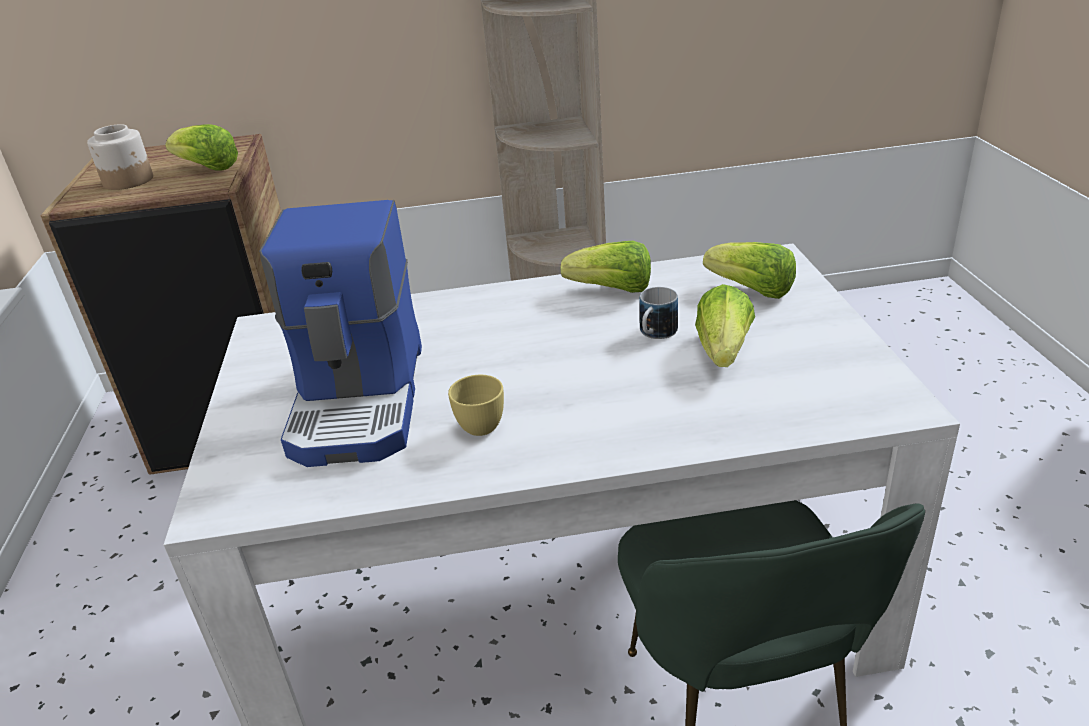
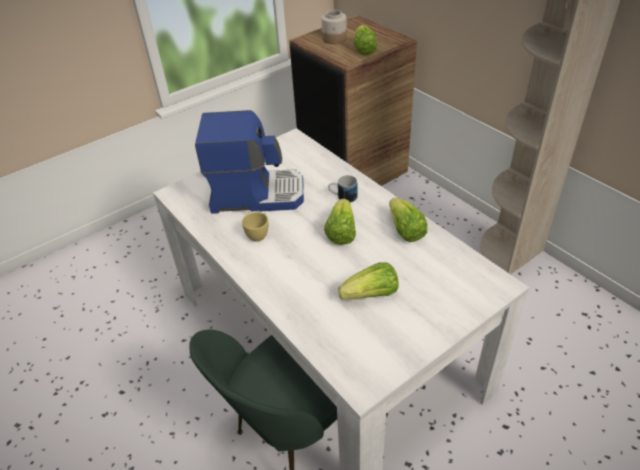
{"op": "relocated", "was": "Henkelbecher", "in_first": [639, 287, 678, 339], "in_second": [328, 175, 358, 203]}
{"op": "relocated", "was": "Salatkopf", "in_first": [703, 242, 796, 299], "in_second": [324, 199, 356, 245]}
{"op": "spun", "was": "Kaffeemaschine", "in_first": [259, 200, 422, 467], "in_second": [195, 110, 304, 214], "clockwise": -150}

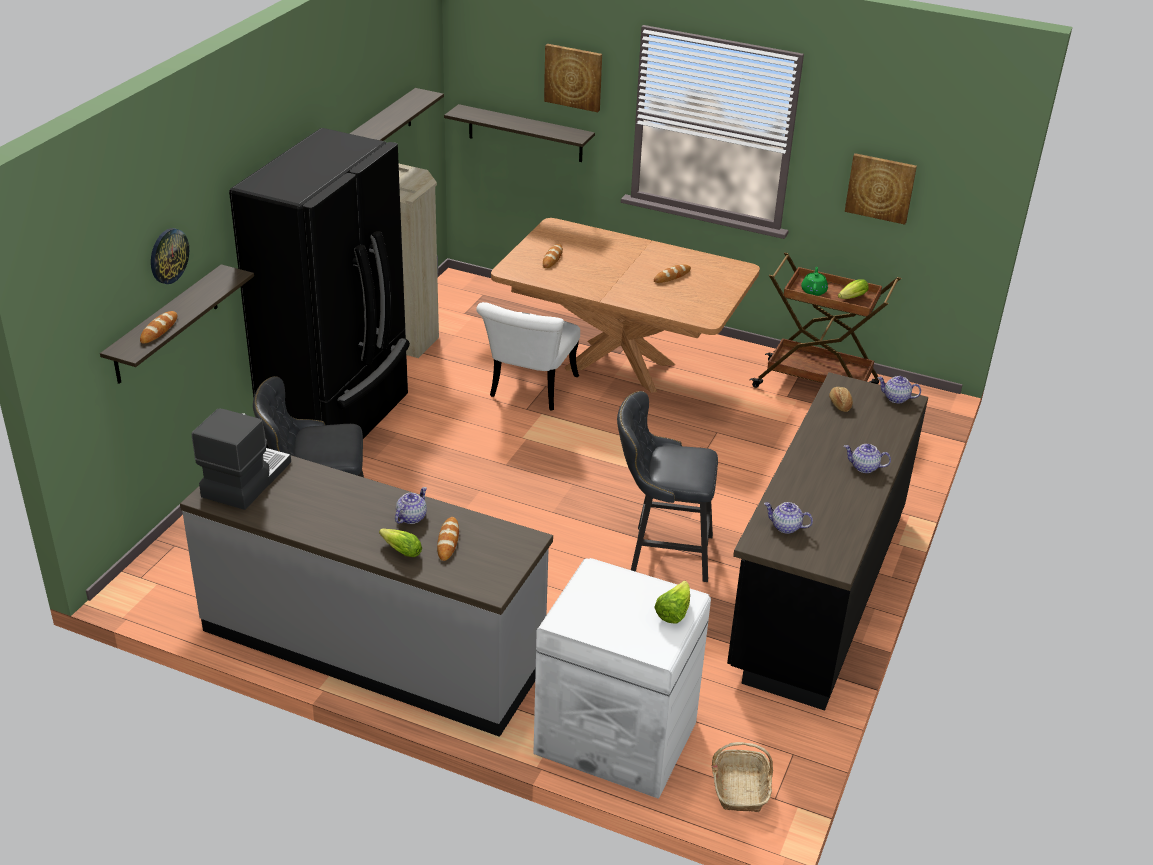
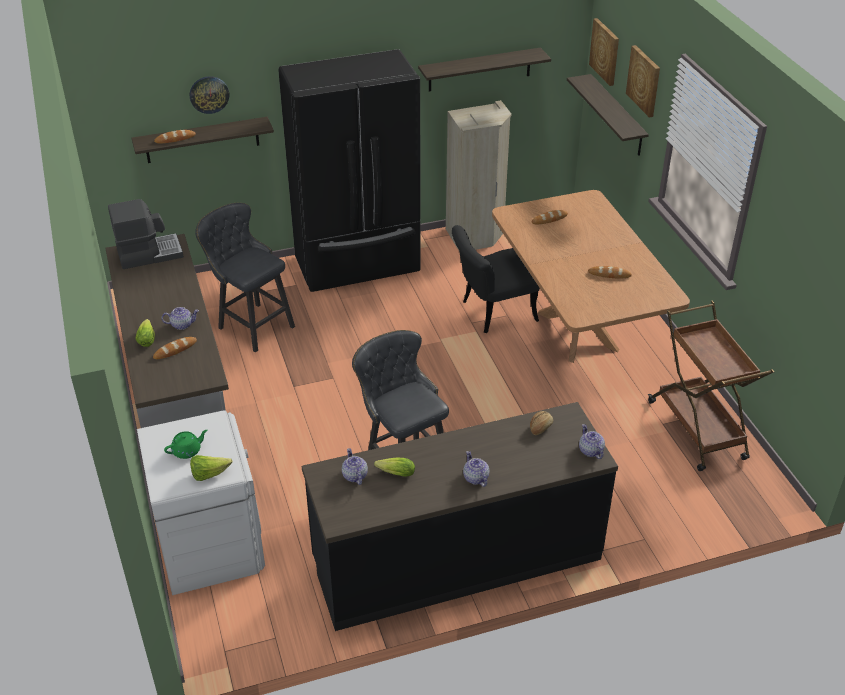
{"op": "missing", "was": "Korb", "in_first": [712, 742, 773, 812]}
{"op": "relocated", "was": "Teekanne (grün)", "in_first": [801, 267, 828, 296], "in_second": [164, 430, 207, 459]}
{"op": "relocated", "was": "Salatkopf", "in_first": [838, 279, 869, 299], "in_second": [374, 458, 415, 477]}
{"op": "relocated", "was": "Bild", "in_first": [845, 153, 917, 225], "in_second": [589, 18, 619, 86]}
{"op": "colour", "was": "Stuhl (weiß)", "now": "Stuhl (schwarz)", "in_first": [476, 302, 580, 411], "in_second": [452, 225, 540, 333]}

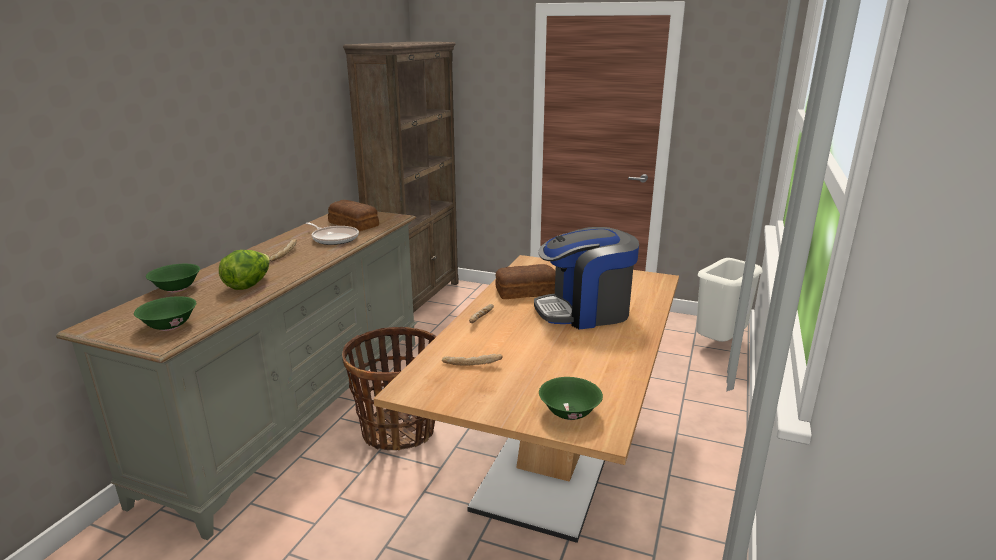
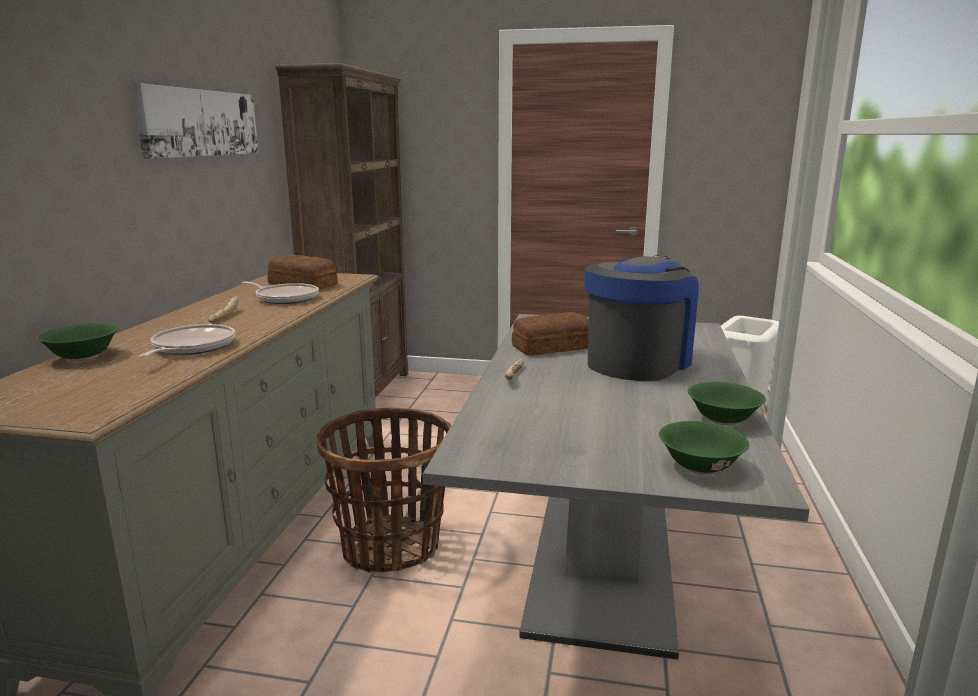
{"op": "missing", "was": "Brot", "in_first": [442, 354, 502, 366]}
{"op": "appeared", "now": "Bild", "in_second": [132, 83, 258, 159]}
{"op": "relocated", "was": "Schüssel (grün)", "in_first": [134, 296, 196, 331], "in_second": [688, 382, 766, 425]}
{"op": "exchanged", "was": "Salatkopf", "now": "Pfanne", "in_first": [219, 250, 270, 290], "in_second": [139, 324, 235, 357]}
{"op": "colour", "was": "Esstisch (braun)", "now": "Esstisch (grau)", "in_first": [374, 255, 679, 543], "in_second": [423, 314, 810, 660]}
{"op": "spun", "was": "Kaffeemaschine", "in_first": [534, 227, 639, 329], "in_second": [584, 256, 699, 381], "clockwise": 150}

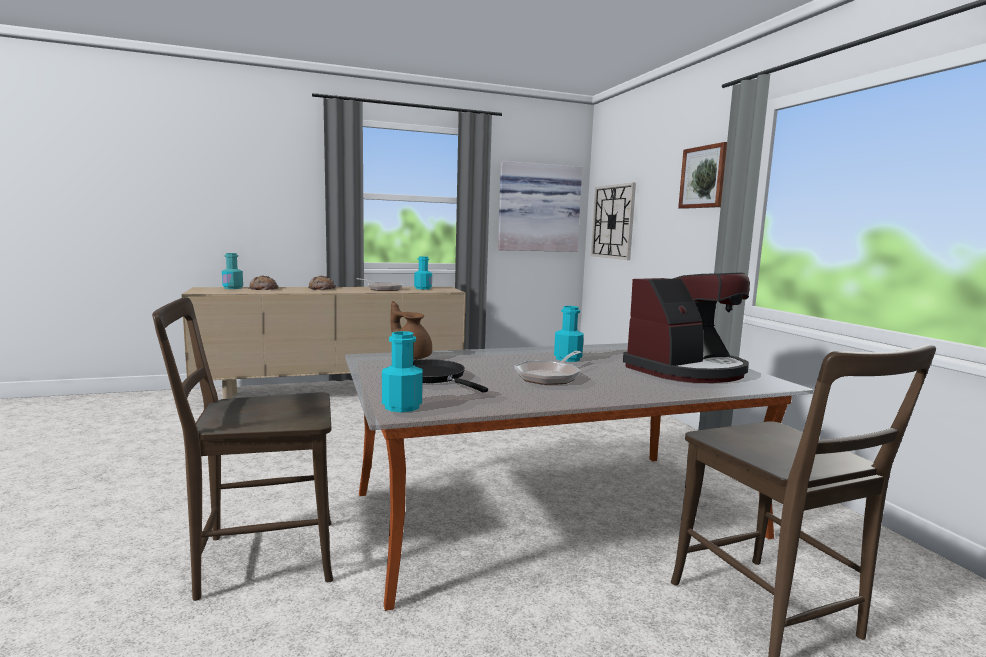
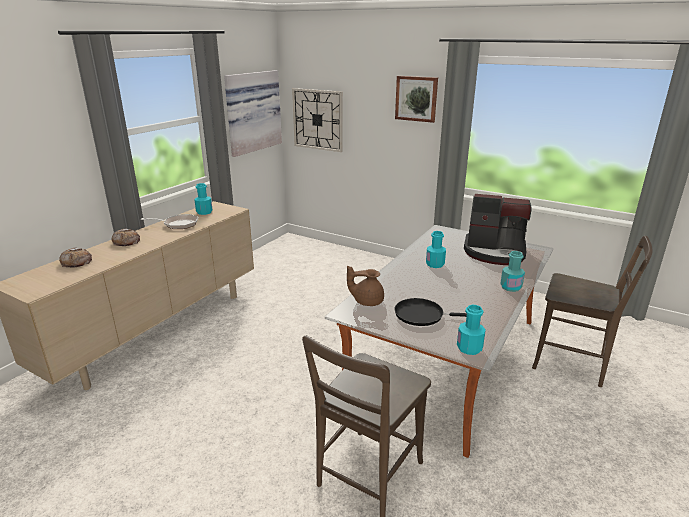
{"op": "missing", "was": "Pfanne", "in_first": [515, 351, 582, 385]}
{"op": "relocated", "was": "Flasche (türkis)", "in_first": [222, 253, 243, 289], "in_second": [500, 251, 525, 292]}
{"op": "spun", "was": "Kaffeemaschine", "in_first": [623, 273, 750, 383], "in_second": [464, 194, 532, 265], "clockwise": 90}

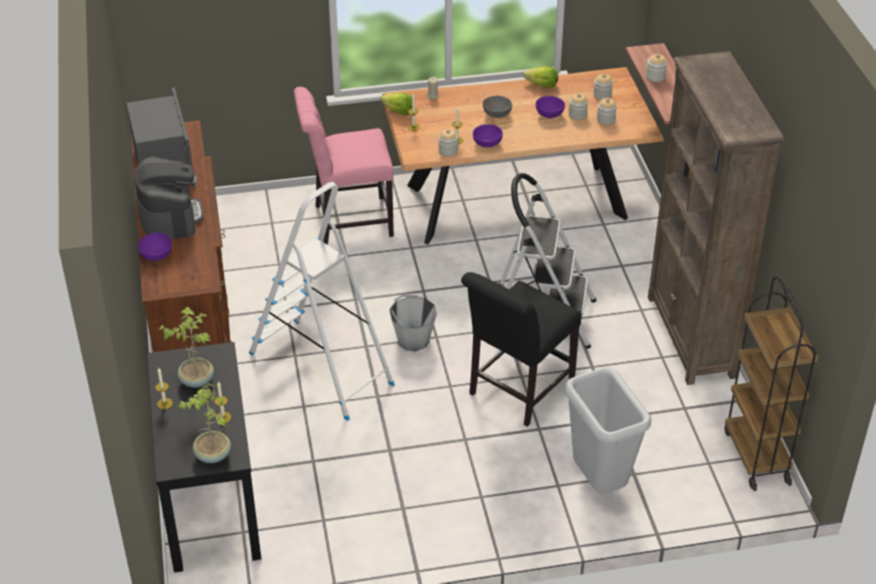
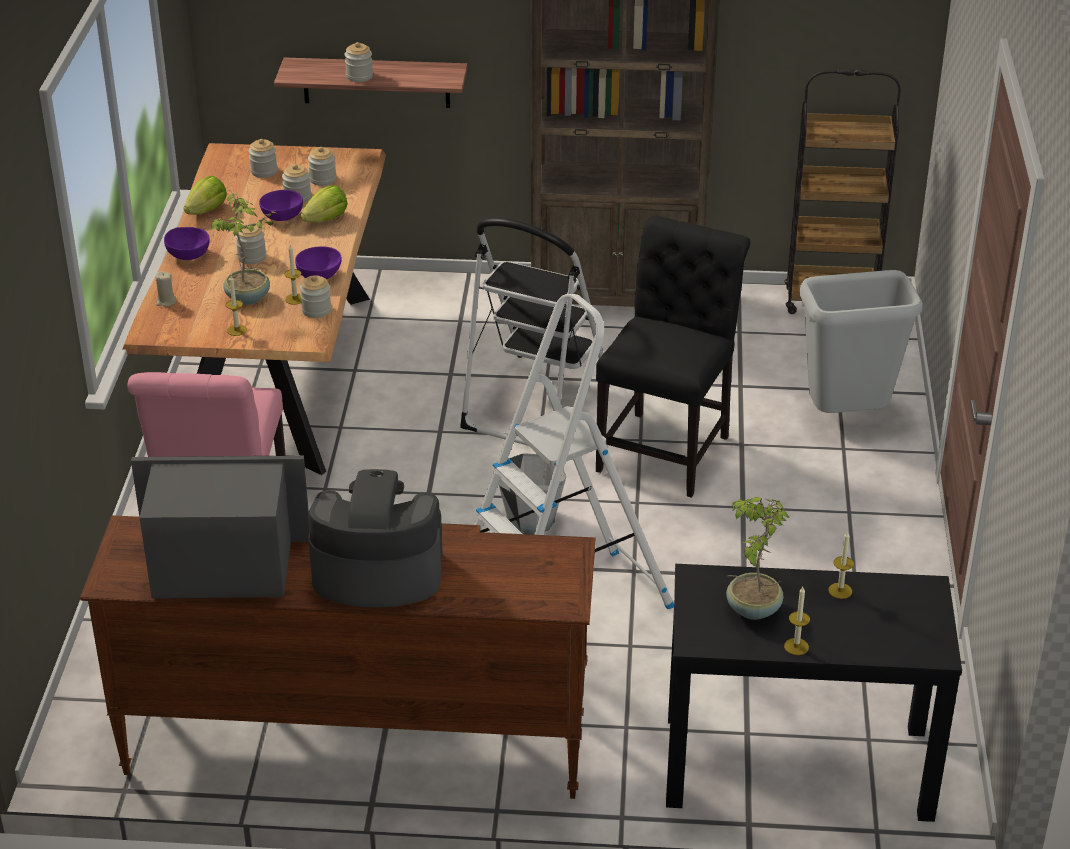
{"op": "relocated", "was": "Schüssel (lila)", "in_first": [138, 233, 172, 261], "in_second": [164, 227, 210, 260]}
{"op": "relocated", "was": "Topfpflanze", "in_first": [178, 383, 231, 463], "in_second": [209, 193, 279, 305]}
{"op": "relocated", "was": "Salatkopf", "in_first": [380, 92, 412, 115], "in_second": [301, 185, 348, 223]}
{"op": "exchanged", "was": "Schüssel (grau)", "now": "Vorratsglas", "in_first": [483, 96, 512, 118], "in_second": [235, 223, 266, 264]}
{"op": "spun", "was": "Stuhl (schwarz)", "in_first": [461, 272, 582, 427], "in_second": [596, 216, 750, 498], "clockwise": -120}

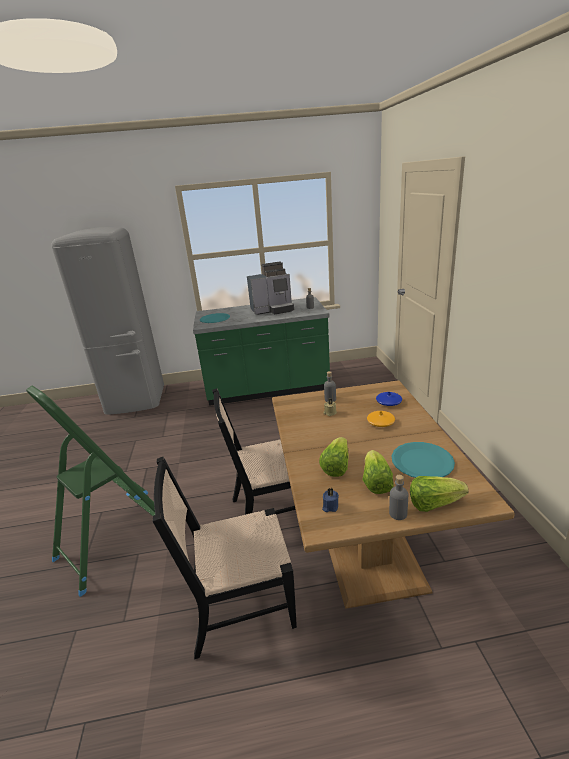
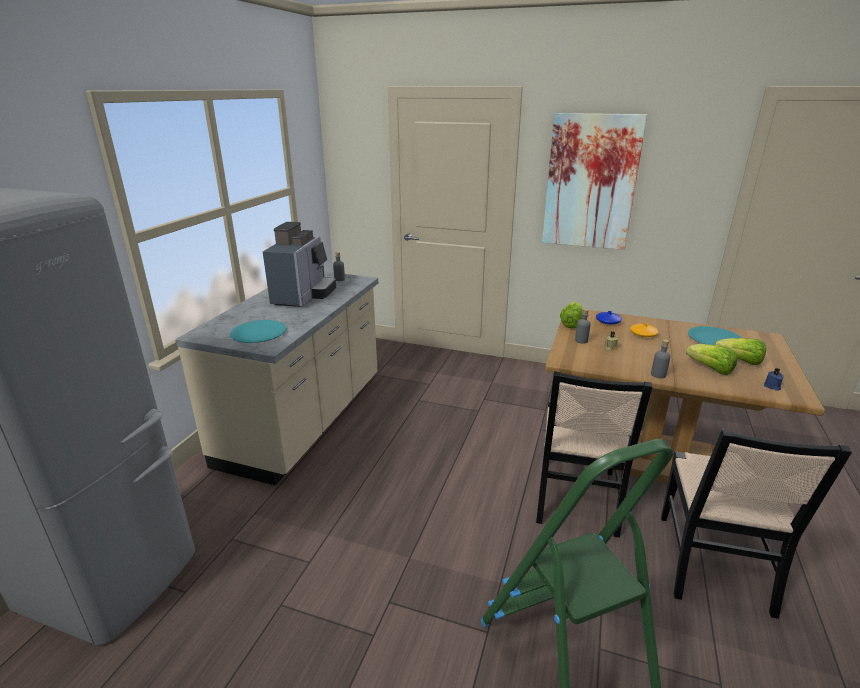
{"op": "appeared", "now": "Bild", "in_second": [542, 113, 647, 250]}
{"op": "relocated", "was": "Flasche (grau)", "in_first": [389, 475, 408, 520], "in_second": [651, 339, 670, 378]}
{"op": "relocated", "was": "Salatkopf", "in_first": [410, 476, 469, 512], "in_second": [560, 302, 583, 328]}
{"op": "colour", "was": "Küchenzeile (grün)", "now": "Küchenzeile (beige)", "in_first": [193, 297, 330, 406], "in_second": [175, 272, 378, 485]}

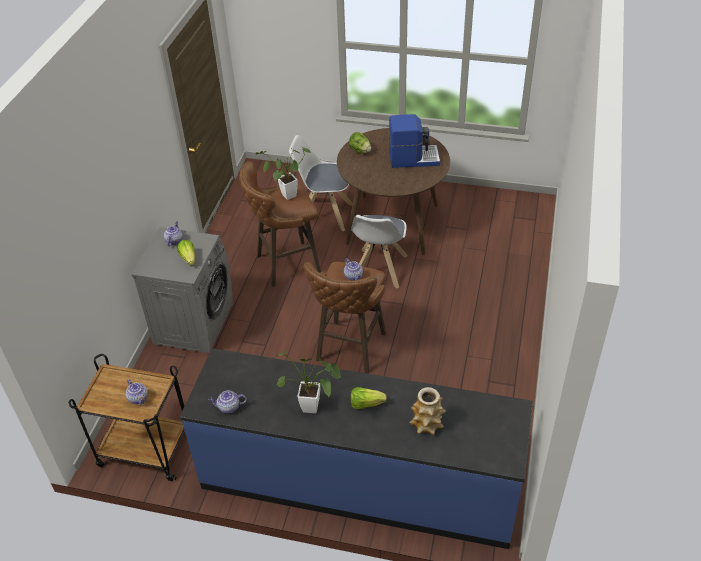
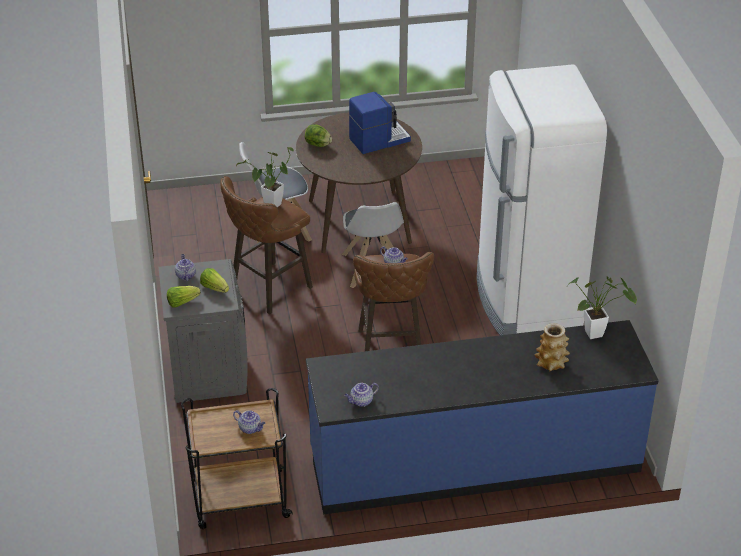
{"op": "appeared", "now": "Kühlschrank (weiß)", "in_second": [477, 64, 607, 335]}
{"op": "relocated", "was": "Topfpflanze", "in_first": [276, 351, 341, 414], "in_second": [567, 276, 637, 339]}
{"op": "relocated", "was": "Salatkopf", "in_first": [351, 387, 387, 409], "in_second": [167, 286, 201, 308]}

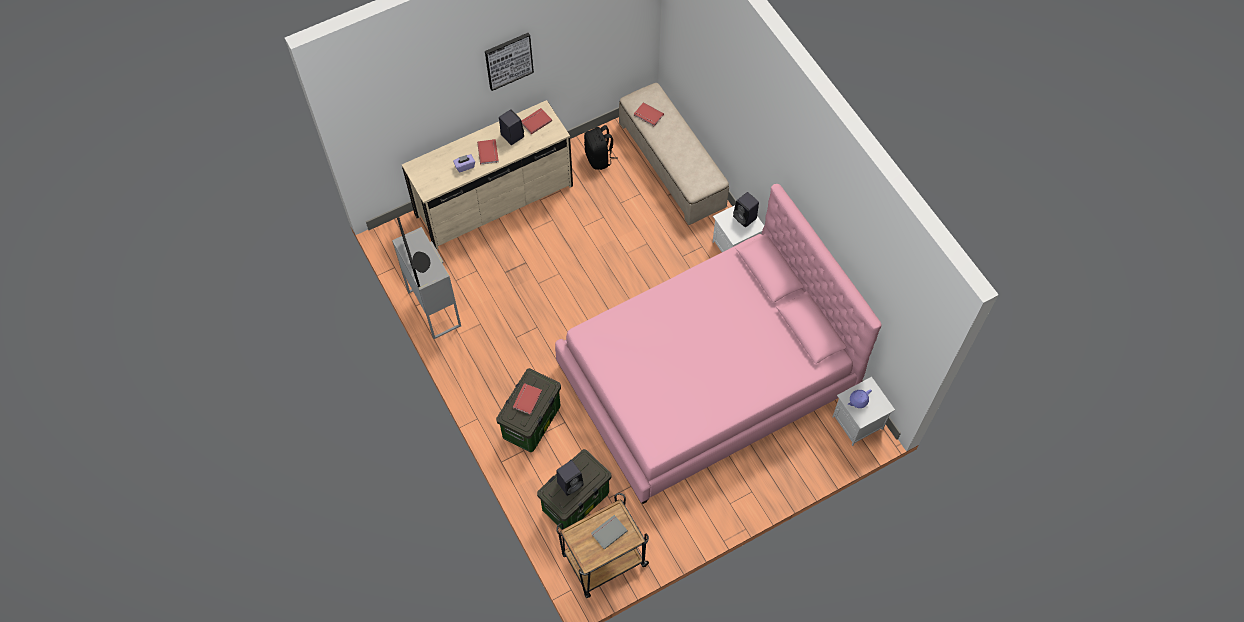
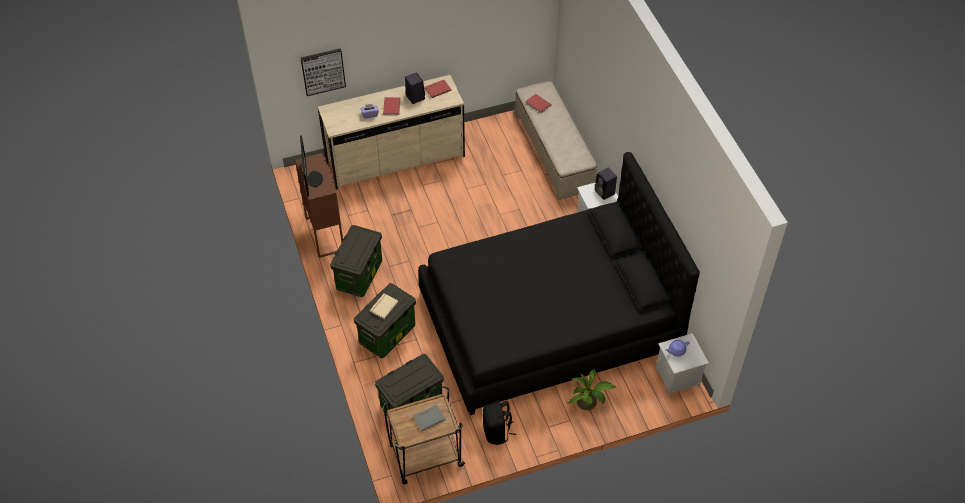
{"op": "missing", "was": "Lautsprecher (schwarz)", "in_first": [556, 460, 584, 496]}
{"op": "appeared", "now": "Aufbewahrungsbox", "in_second": [330, 225, 382, 297]}
{"op": "appeared", "now": "Topfpflanze", "in_second": [567, 369, 616, 410]}
{"op": "relocated", "was": "Bild", "in_first": [485, 33, 534, 91], "in_second": [301, 48, 346, 96]}
{"op": "relocated", "was": "Rucksack (schwarz)", "in_first": [584, 125, 618, 170], "in_second": [483, 401, 516, 445]}
{"op": "colour", "was": "Schrank (grau)", "now": "Schrank (braun)", "in_first": [392, 227, 461, 339], "in_second": [295, 153, 343, 258]}
{"op": "colour", "was": "Buch (rot)", "now": "Buch (beige)", "in_first": [513, 383, 542, 415], "in_second": [370, 294, 398, 319]}
{"op": "colour", "was": "Bett (rosa)", "now": "Bett (schwarz)", "in_first": [555, 184, 882, 504], "in_second": [418, 152, 700, 415]}

